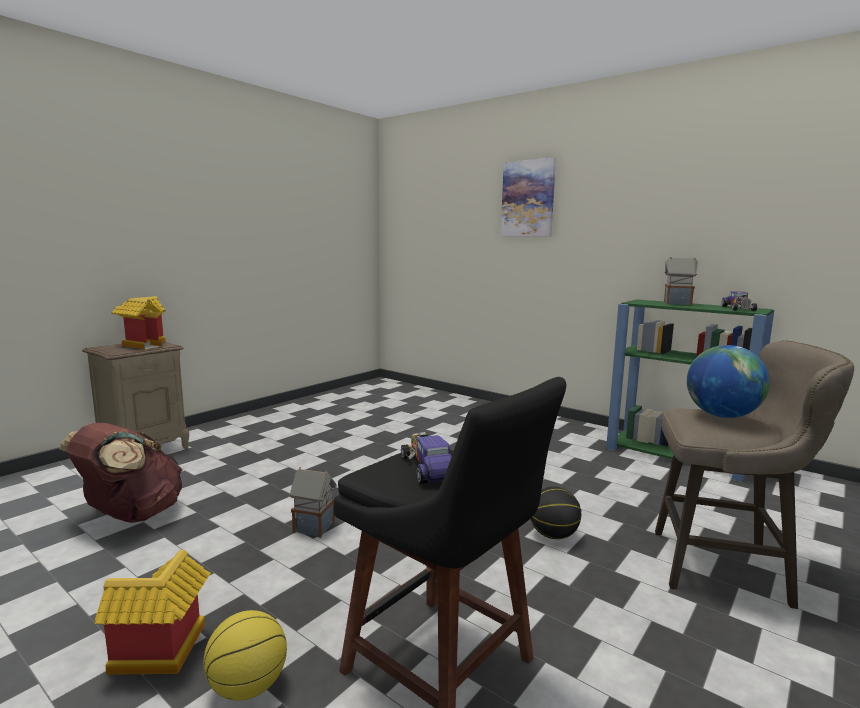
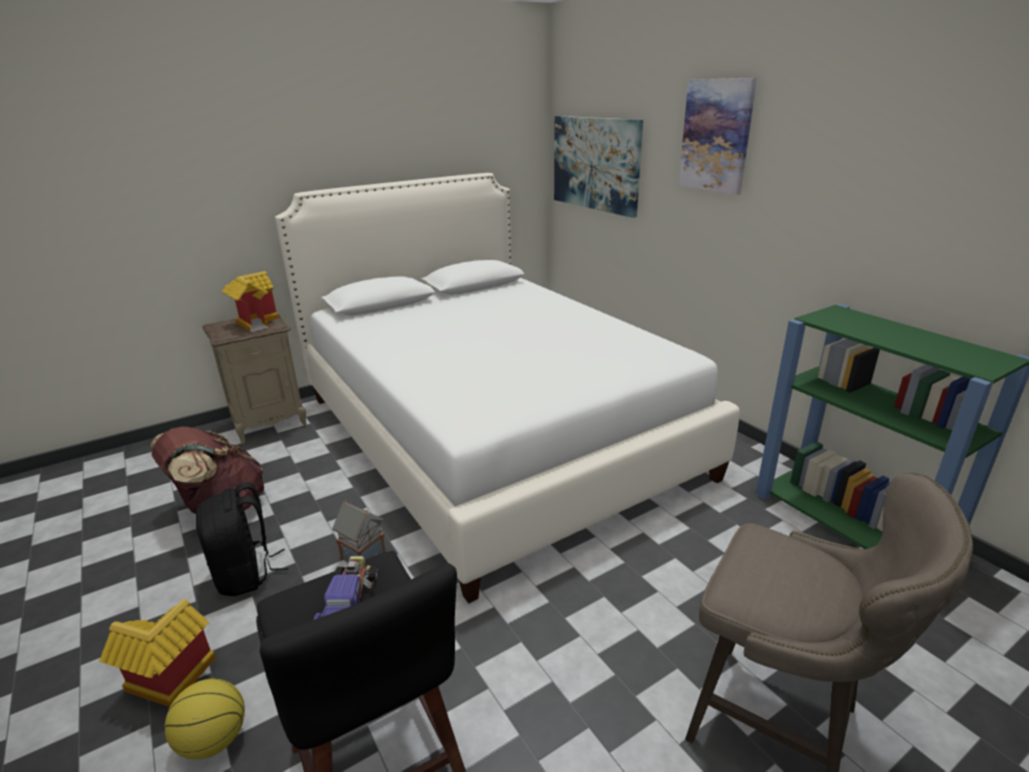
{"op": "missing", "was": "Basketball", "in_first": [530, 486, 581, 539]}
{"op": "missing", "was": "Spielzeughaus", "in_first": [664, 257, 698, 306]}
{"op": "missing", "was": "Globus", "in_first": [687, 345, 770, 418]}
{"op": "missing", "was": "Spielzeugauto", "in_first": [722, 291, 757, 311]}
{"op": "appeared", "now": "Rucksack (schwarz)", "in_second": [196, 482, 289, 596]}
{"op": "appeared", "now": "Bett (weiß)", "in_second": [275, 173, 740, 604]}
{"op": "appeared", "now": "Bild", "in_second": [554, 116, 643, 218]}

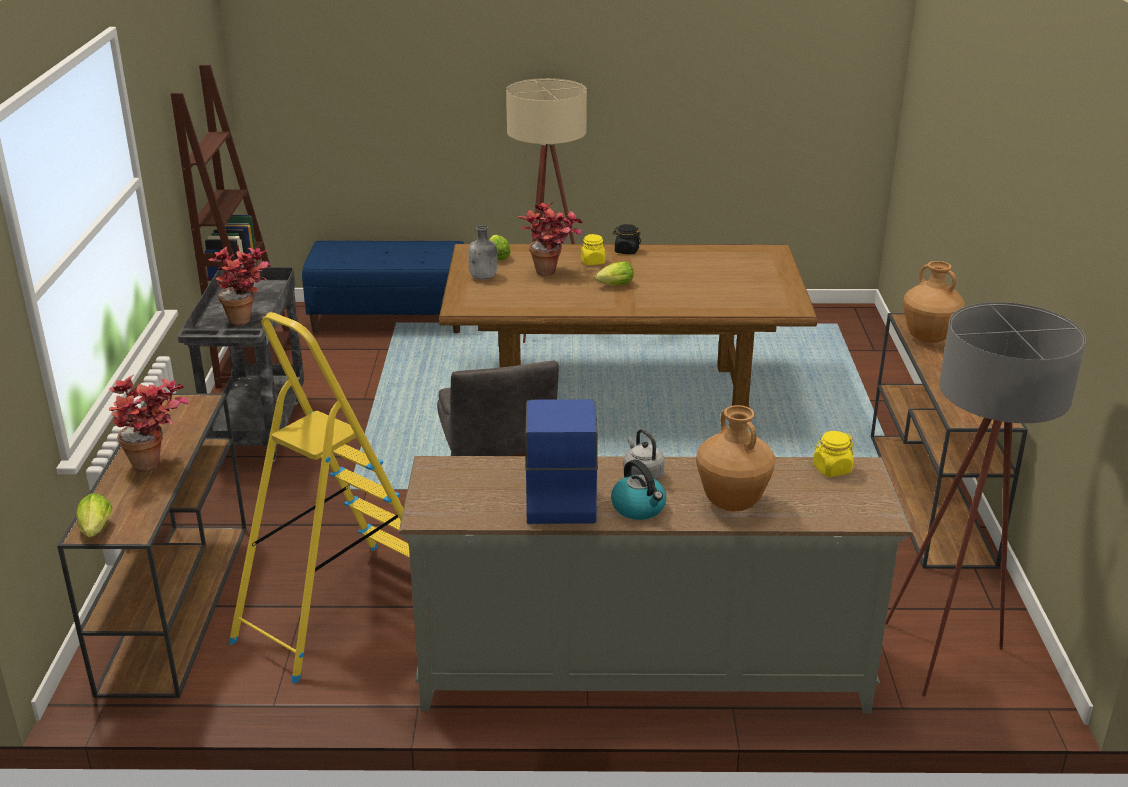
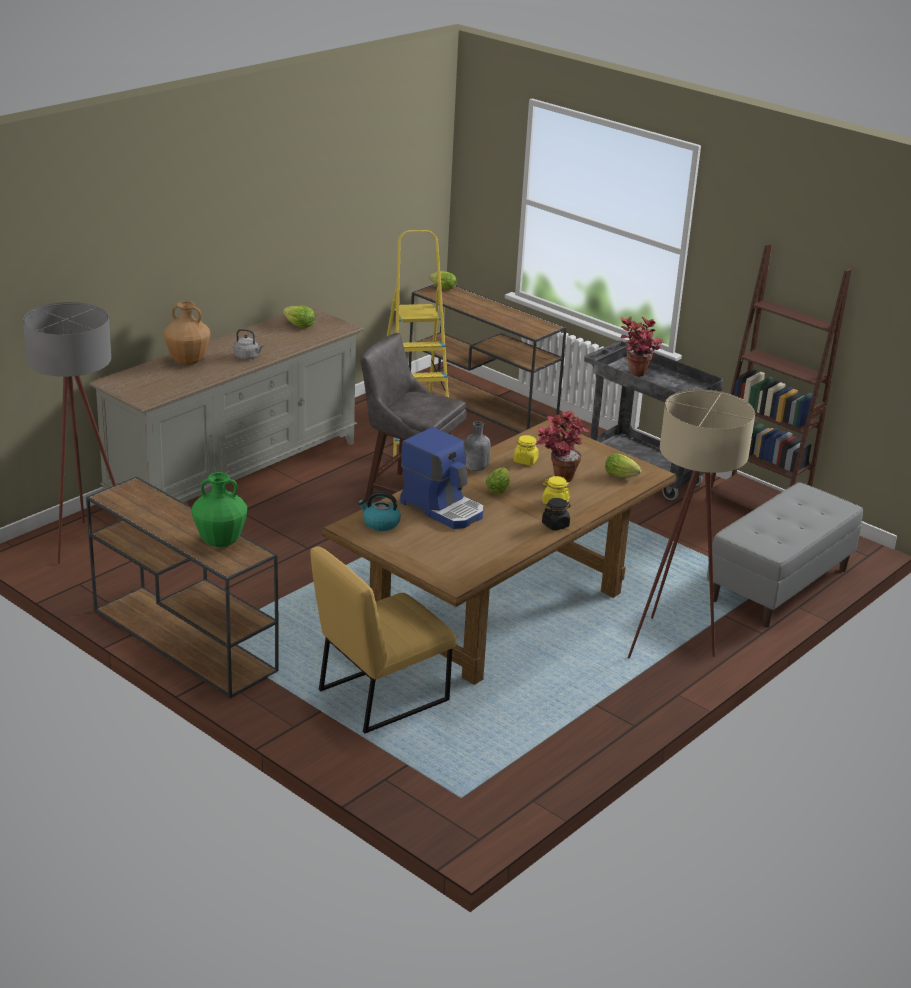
{"op": "missing", "was": "Topfpflanze", "in_first": [109, 375, 189, 472]}
{"op": "appeared", "now": "Salatkopf", "in_second": [283, 306, 315, 328]}
{"op": "appeared", "now": "Stuhl (gelb)", "in_second": [310, 546, 456, 733]}
{"op": "relocated", "was": "Flasche (grau)", "in_first": [468, 225, 497, 280], "in_second": [464, 421, 491, 471]}
{"op": "relocated", "was": "Kaffeemaschine", "in_first": [525, 399, 598, 524], "in_second": [400, 427, 484, 529]}
{"op": "relocated", "was": "Wasserkessel", "in_first": [611, 460, 666, 520], "in_second": [358, 491, 401, 531]}
{"op": "relocated", "was": "Vorratsglas (gelb)", "in_first": [813, 431, 854, 477], "in_second": [514, 435, 539, 465]}
{"op": "colour", "was": "Bank (blau)", "now": "Bank (grau)", "in_first": [302, 241, 464, 334], "in_second": [707, 482, 863, 627]}
{"op": "colour", "was": "Vase (braun)", "now": "Vase (grün)", "in_first": [903, 261, 965, 343], "in_second": [192, 472, 247, 547]}

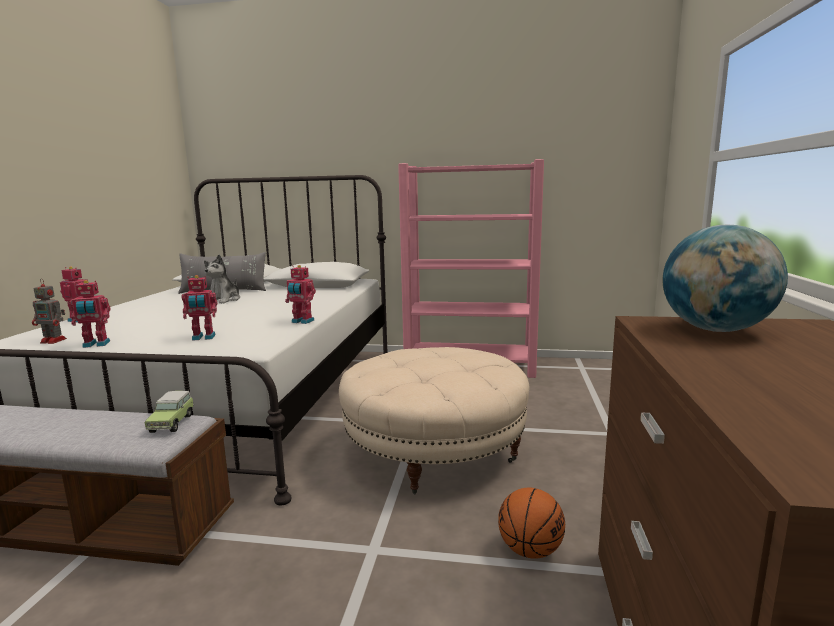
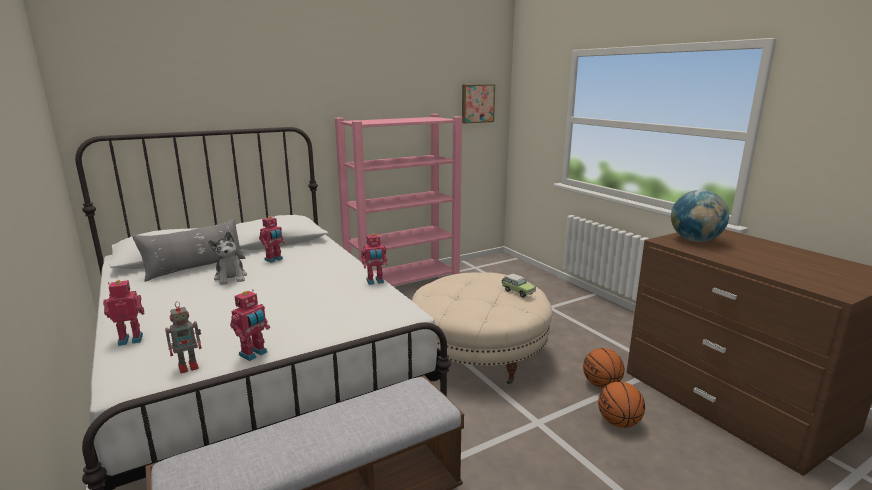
{"op": "appeared", "now": "Bild", "in_second": [462, 84, 495, 124]}
{"op": "appeared", "now": "Basketball", "in_second": [598, 382, 645, 428]}
{"op": "relocated", "was": "Spielzeugauto", "in_first": [145, 391, 194, 433], "in_second": [502, 274, 536, 298]}
{"op": "relocated", "was": "Spielzeugroboter", "in_first": [181, 275, 217, 341], "in_second": [259, 216, 285, 263]}

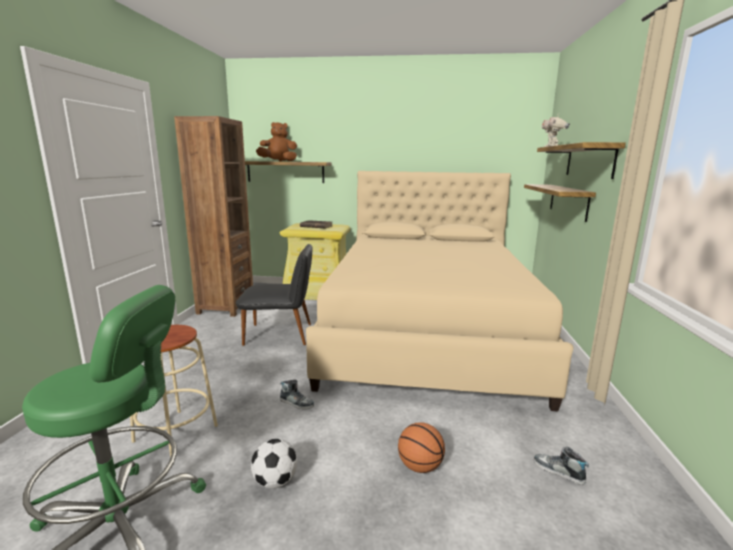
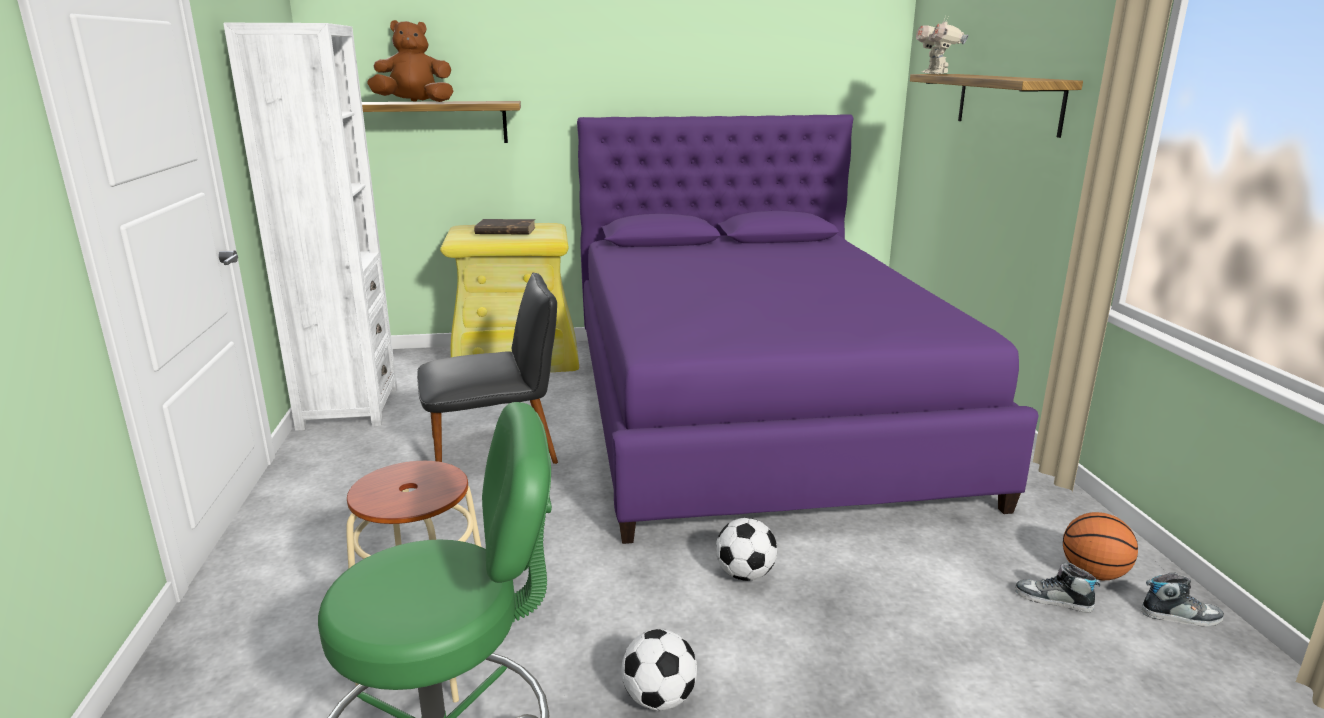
{"op": "missing", "was": "Wandregal", "in_first": [524, 184, 596, 222]}
{"op": "appeared", "now": "Fußball", "in_second": [716, 518, 777, 581]}
{"op": "relocated", "was": "Schuh", "in_first": [280, 380, 314, 410], "in_second": [1141, 573, 1224, 626]}
{"op": "relocated", "was": "Basketball", "in_first": [398, 422, 445, 473], "in_second": [1063, 512, 1138, 580]}
{"op": "colour", "was": "Bücherregal (braun)", "now": "Bücherregal (weiß)", "in_first": [174, 116, 253, 317], "in_second": [223, 23, 397, 431]}
{"op": "colour", "was": "Bett (beige)", "now": "Bett (lila)", "in_first": [306, 171, 573, 412], "in_second": [577, 114, 1039, 544]}

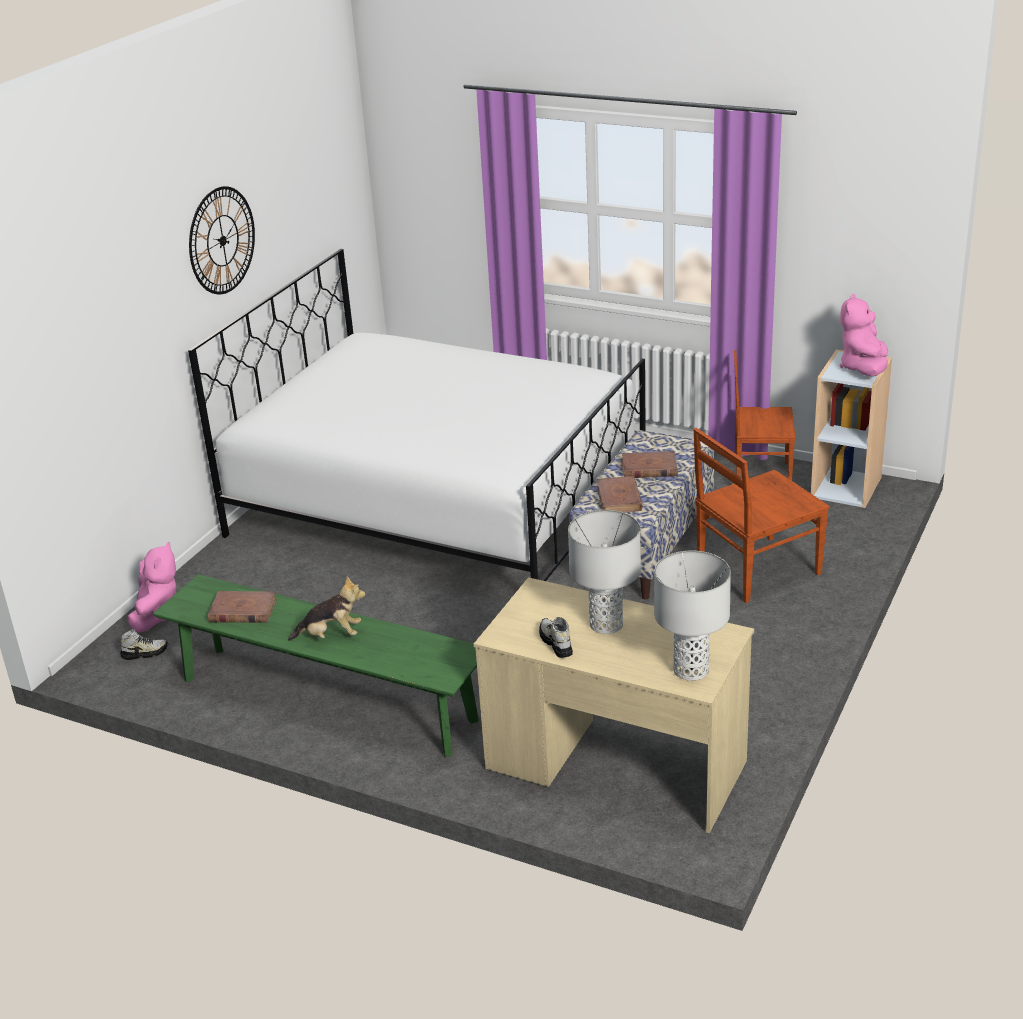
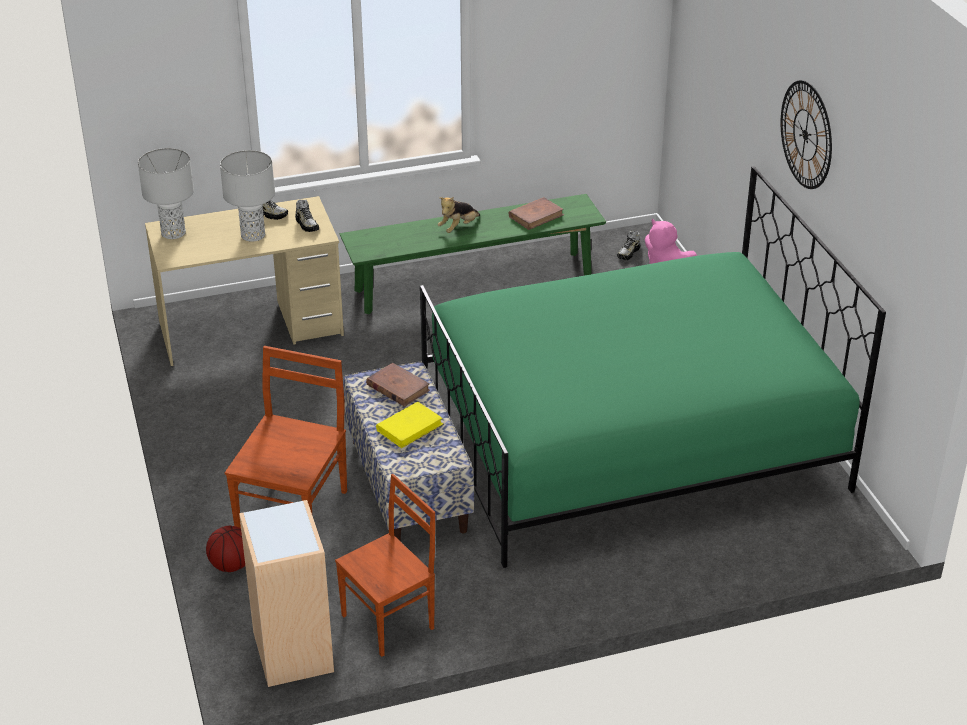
{"op": "missing", "was": "Plüschtier (rosa)", "in_first": [840, 293, 888, 376]}
{"op": "appeared", "now": "Basketball", "in_second": [206, 526, 245, 572]}
{"op": "appeared", "now": "Schuh", "in_second": [295, 200, 319, 232]}
{"op": "colour", "was": "Bett (weiß)", "now": "Bett (grün)", "in_first": [188, 249, 646, 581], "in_second": [420, 166, 886, 568]}
{"op": "colour", "was": "Buch (braun)", "now": "Buch (gelb)", "in_first": [621, 451, 678, 478], "in_second": [376, 402, 444, 448]}

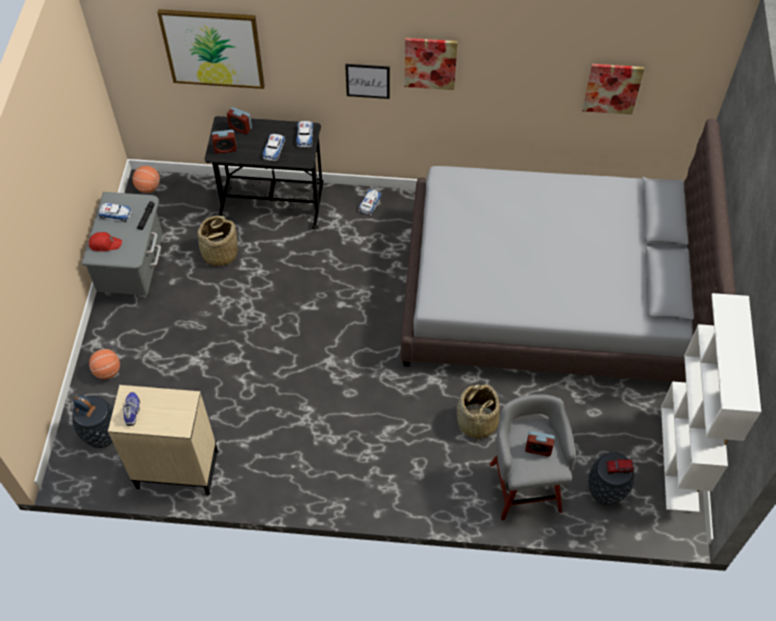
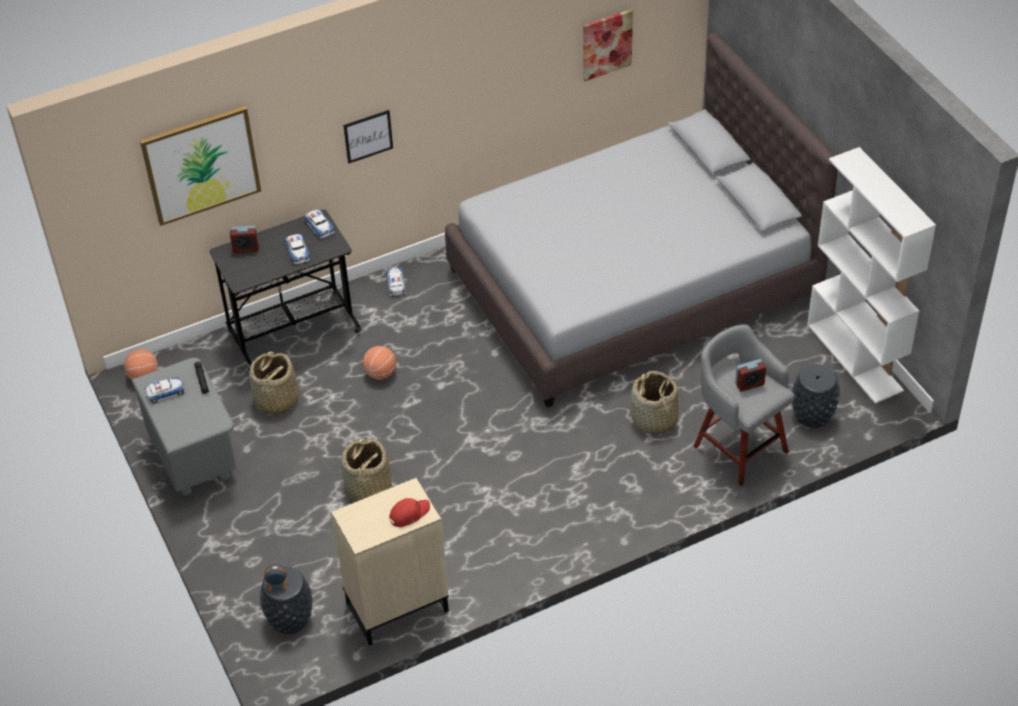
{"op": "missing", "was": "Schuh", "in_first": [123, 392, 140, 426]}
{"op": "missing", "was": "Wecker", "in_first": [212, 130, 237, 154]}
{"op": "missing", "was": "Bild", "in_first": [404, 38, 458, 90]}
{"op": "missing", "was": "Spielzeuglaster", "in_first": [606, 459, 634, 474]}
{"op": "appeared", "now": "Korb", "in_second": [341, 438, 392, 501]}
{"op": "relocated", "was": "Kappe (rot)", "in_first": [89, 232, 122, 251], "in_second": [390, 498, 430, 527]}
{"op": "relocated", "was": "Basketball", "in_first": [89, 349, 120, 379], "in_second": [363, 346, 396, 380]}

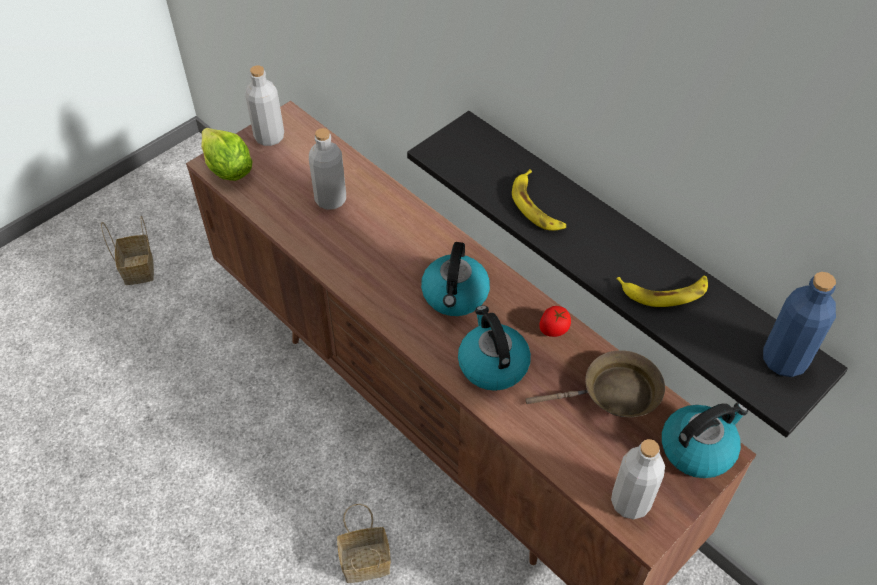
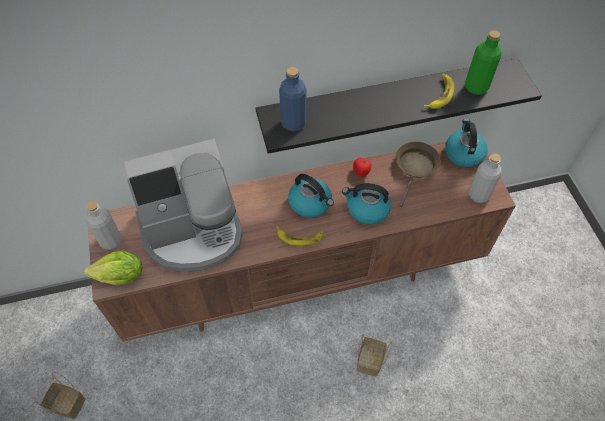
{"op": "appeared", "now": "Flasche (grün)", "in_second": [465, 30, 501, 95]}
{"op": "relocated", "was": "Banane", "in_first": [512, 169, 566, 231], "in_second": [276, 226, 323, 246]}
{"op": "relocated", "was": "Flasche (blau)", "in_first": [763, 272, 836, 377], "in_second": [279, 67, 306, 131]}
{"op": "exchanged", "was": "Flasche (grau)", "now": "Kaffeemaschine", "in_first": [309, 128, 346, 210], "in_second": [125, 139, 243, 272]}

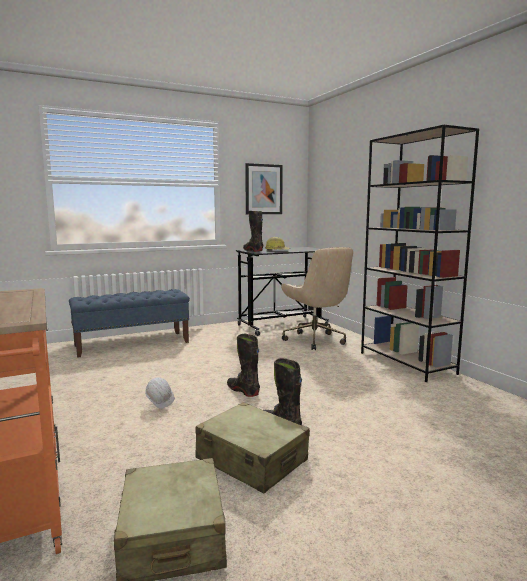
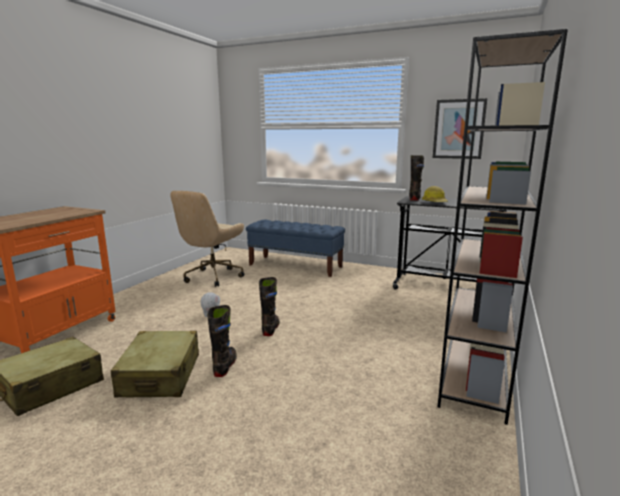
{"op": "relocated", "was": "Bürostuhl (beige)", "in_first": [281, 247, 353, 350], "in_second": [170, 191, 244, 287]}

